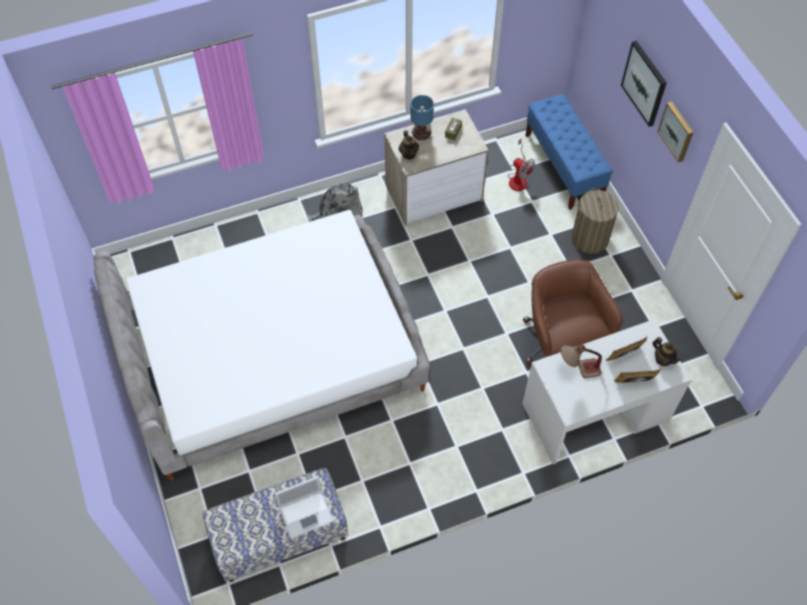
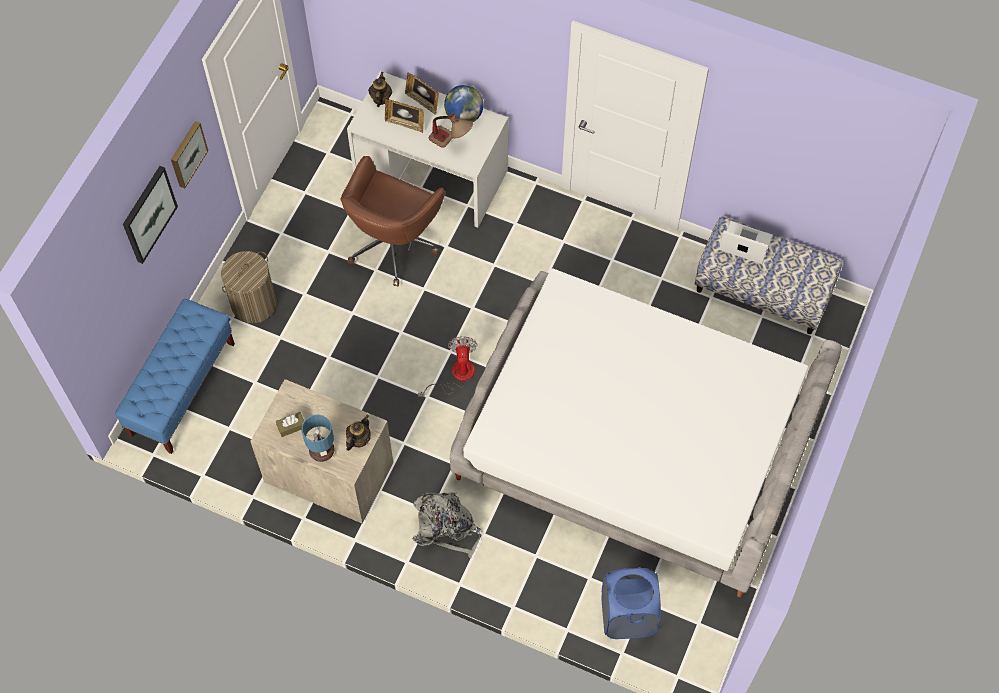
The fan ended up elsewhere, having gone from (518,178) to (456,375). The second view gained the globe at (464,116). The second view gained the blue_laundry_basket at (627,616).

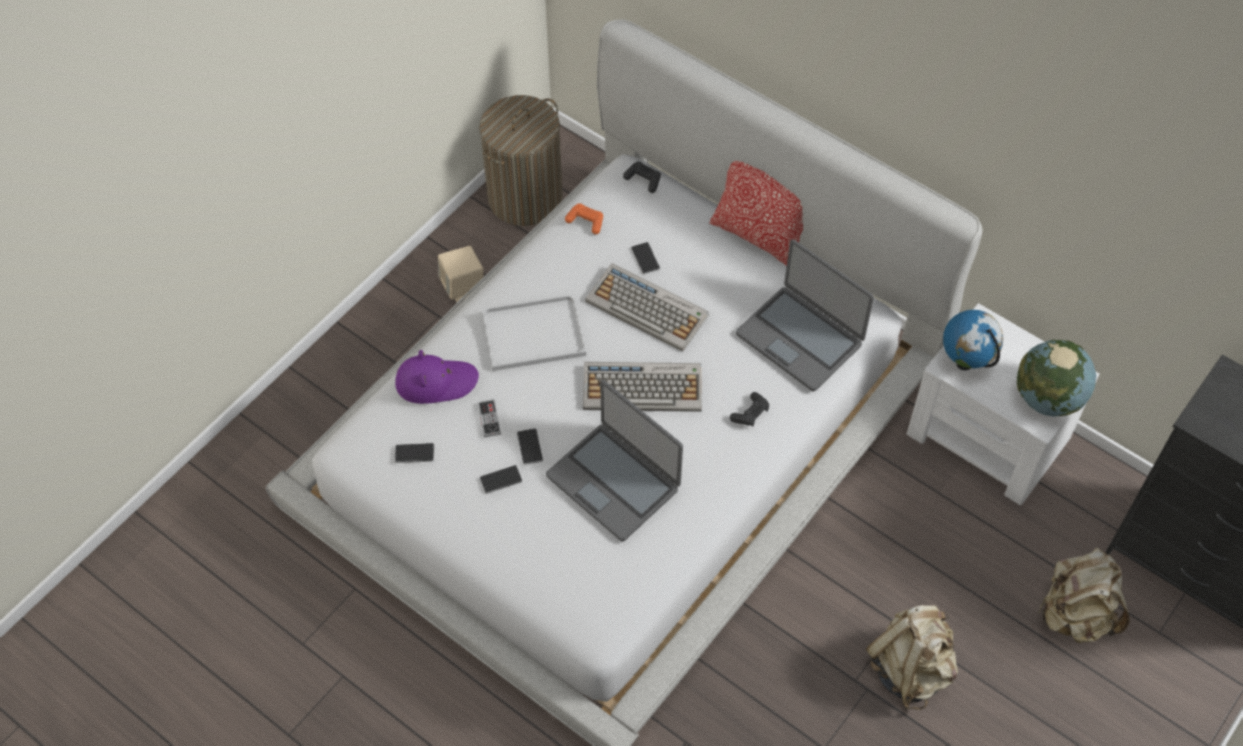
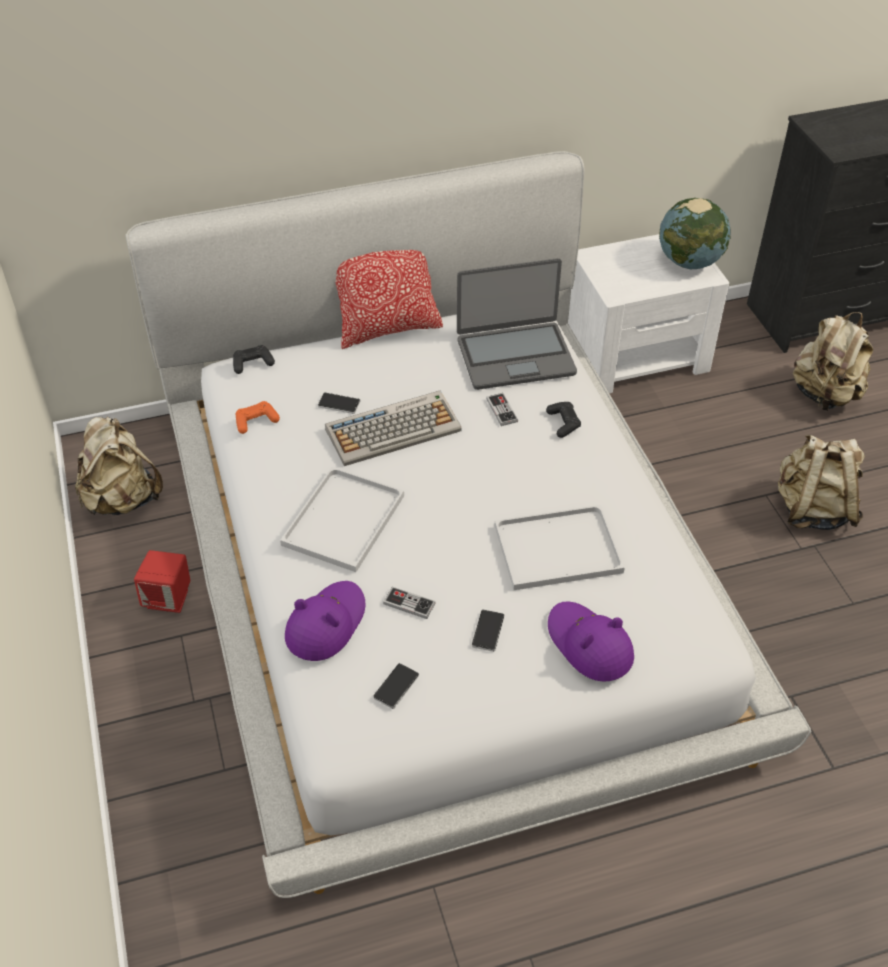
Where the laundry_basket stood at (525,198), the beige_backpack came to stand at (122,499). What was the beige_speaker at (463,287) turned into the red_speaker at (168,598). The second view lost the globe at (965,362). The second view lost the keyboard at (643,387). Where the laptop stood at (614,481), the white_tray came to stand at (559,547). The second view lost the phone at (530,447). The second view gained the game_controller at (502,410). The second view gained the purple_hat at (589,644).

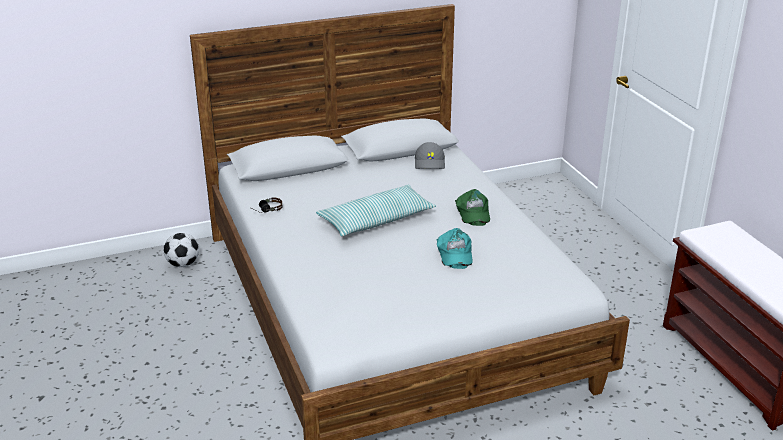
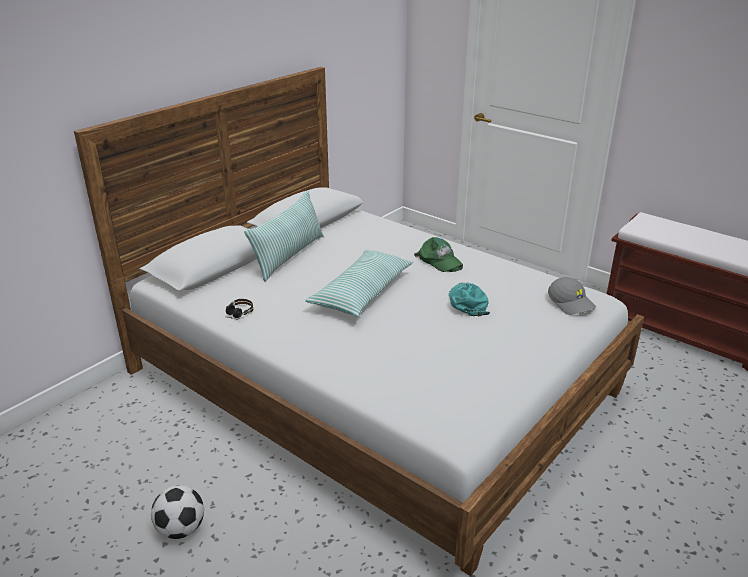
The grey_cap ended up elsewhere, having gone from (430,163) to (571,303). The turquoise_cap at (454,253) ended up facing another way, 150 degrees counterclockwise from before. The football ended up elsewhere, having gone from (183,264) to (181,529). The second view gained the pillow at (289,256).

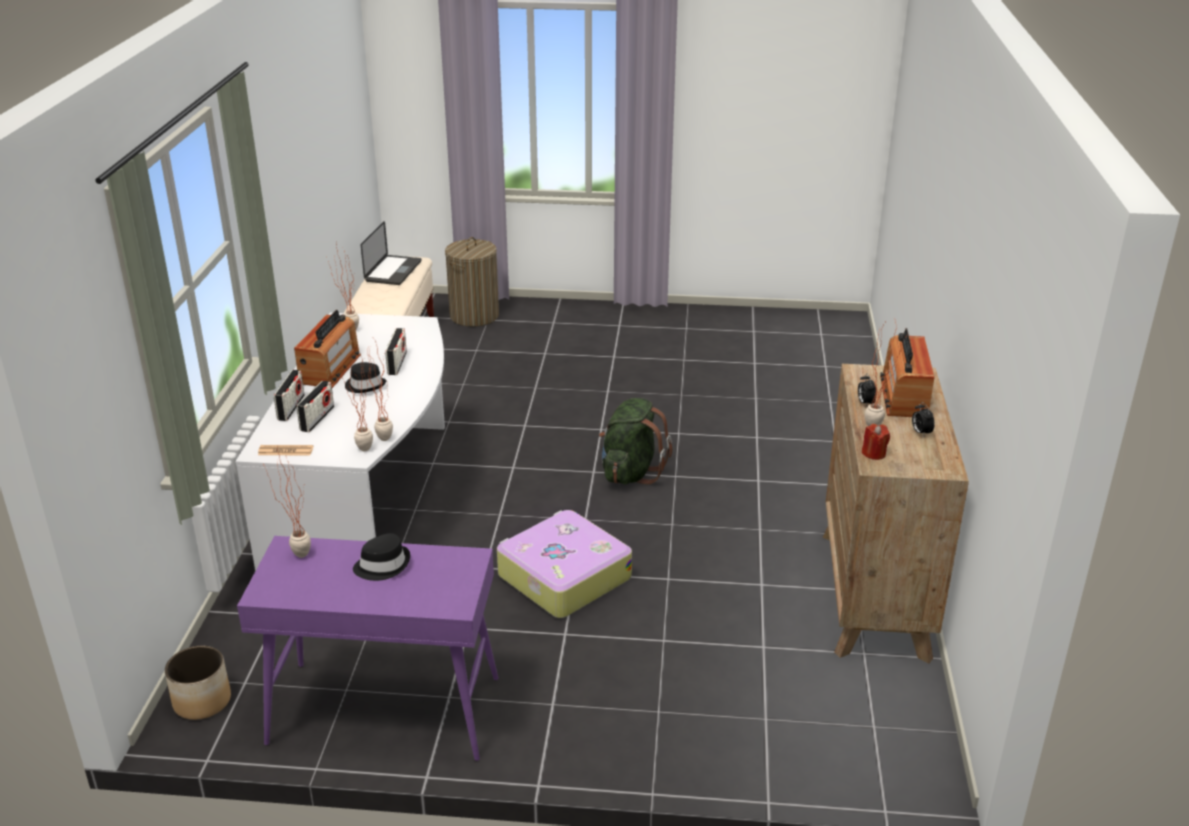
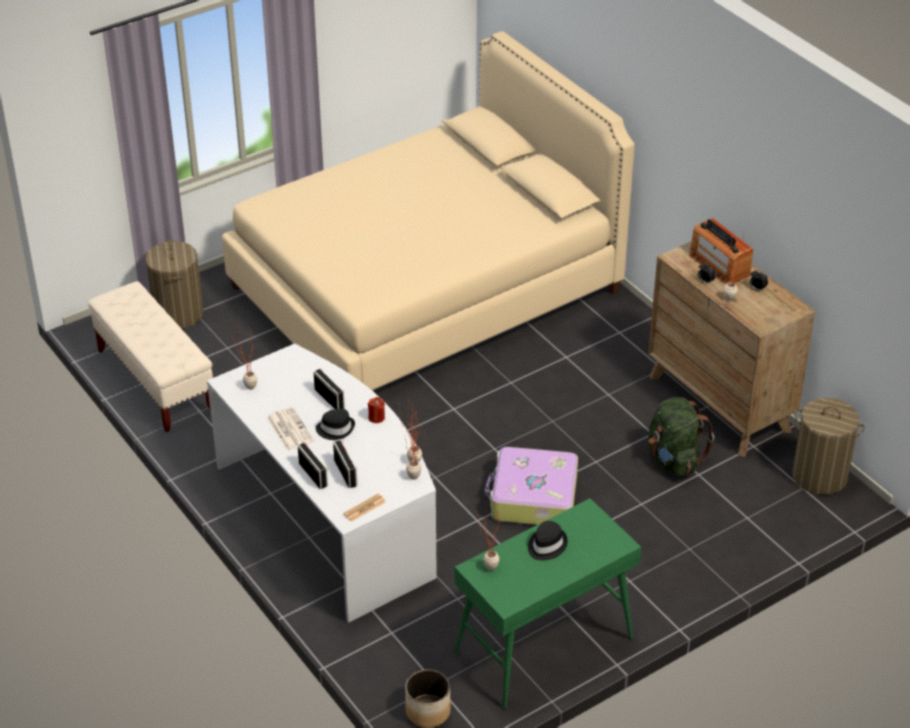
The second view lost the laptop at (393,271). Where the radio stood at (330,369), the newspaper came to stand at (289,429). The green_backpack ended up elsewhere, having gone from (630,472) to (674,459). The red_candle ended up elsewhere, having gone from (874,453) to (376,417). What was the purple_console_table at (383,711) turned into the green_console_table at (543,646). The second view gained the beige_bed at (425,289). The second view gained the laundry_basket at (819,476).

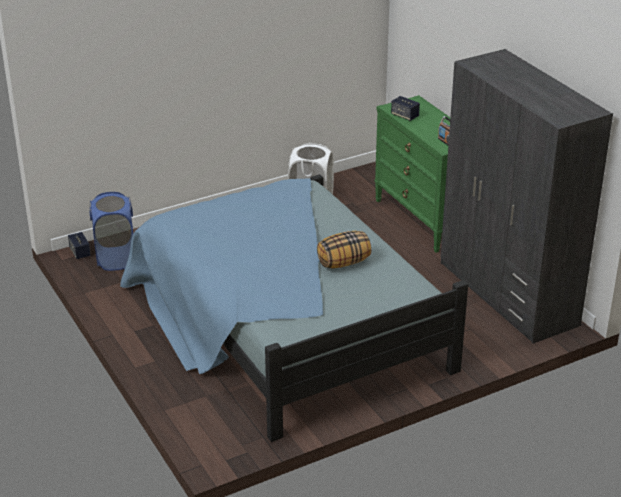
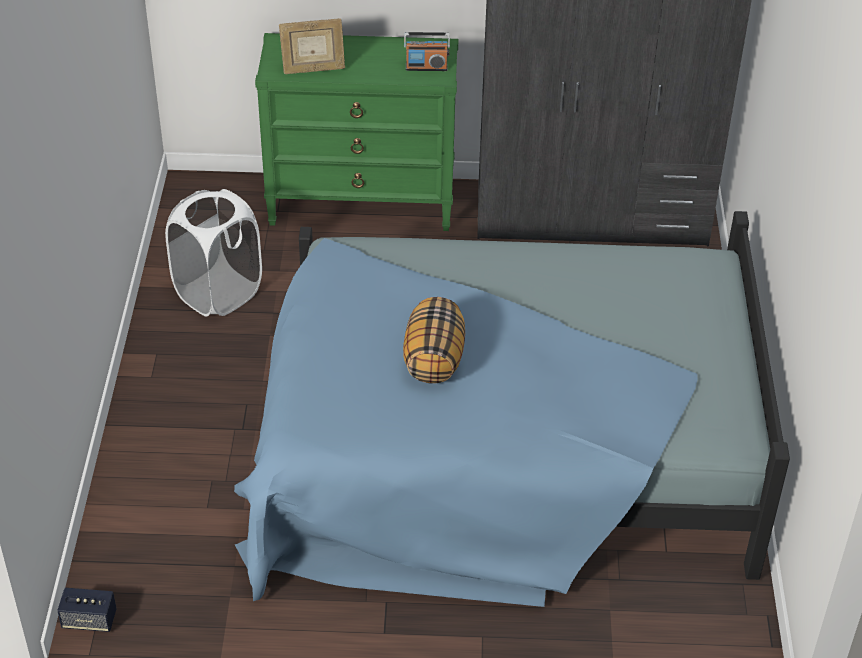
Where the speaker stood at (404,116), the picture_frame came to stand at (313,70). The second view lost the blue_laundry_basket at (116,259). The pillow ended up elsewhere, having gone from (343,262) to (433,359).

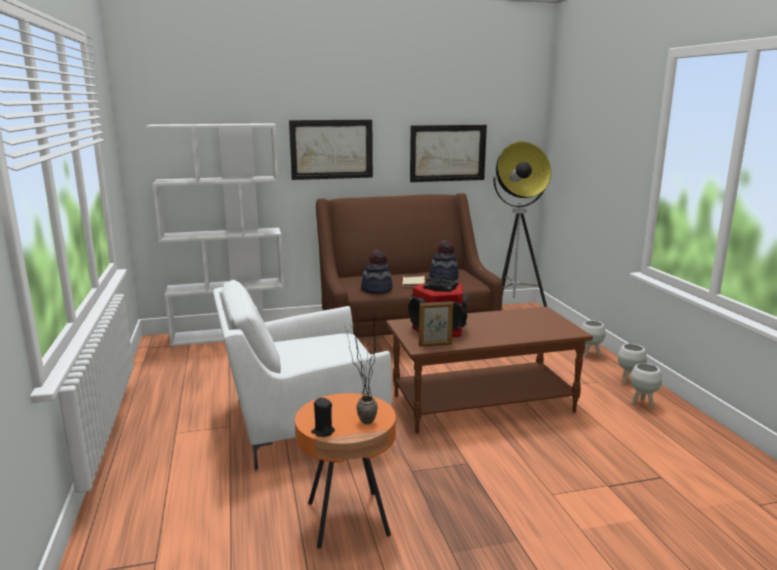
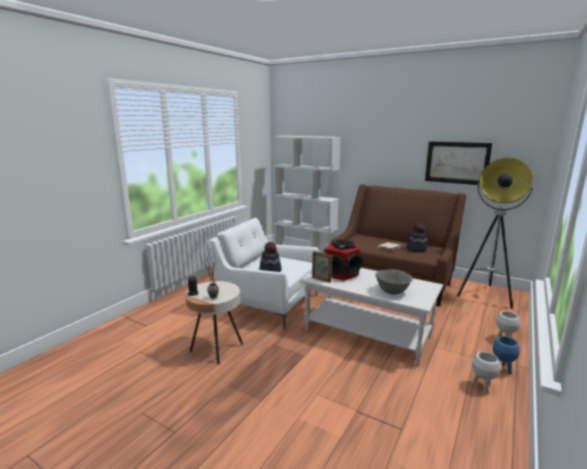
The second view lost the picture at (331,149). The hat ended up elsewhere, having gone from (376,289) to (270,271). What was the brown_coffee_table at (483,403) turned into the white_coffee_table at (368,333). What was the white_planter at (629,381) turned into the blue_planter at (502,369). What was the orange_side_table at (347,519) turned into the beige_side_table at (216,348). The second view gained the grey_bowl at (392,291).

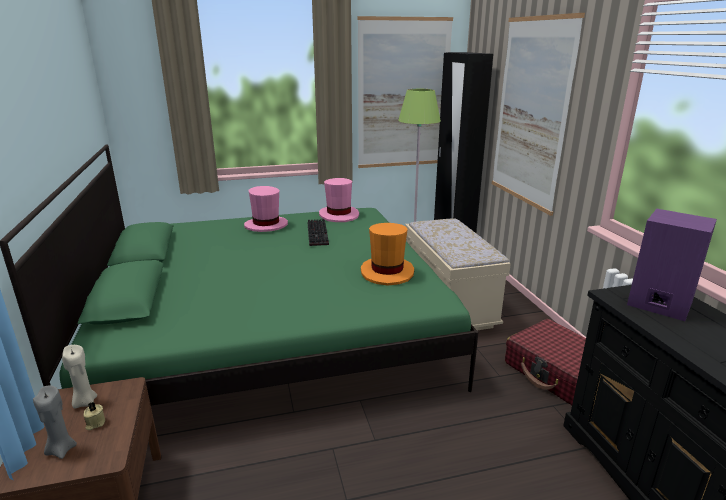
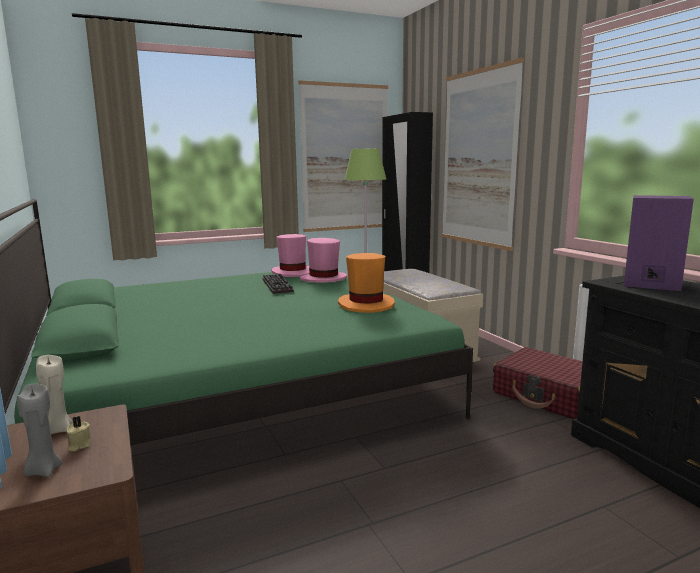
The pink_hat ended up elsewhere, having gone from (266,225) to (323,279).

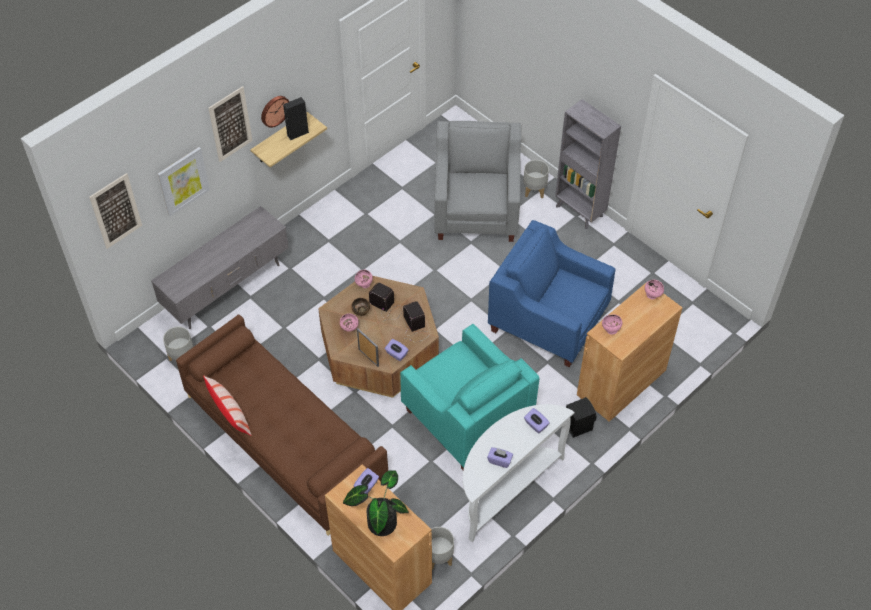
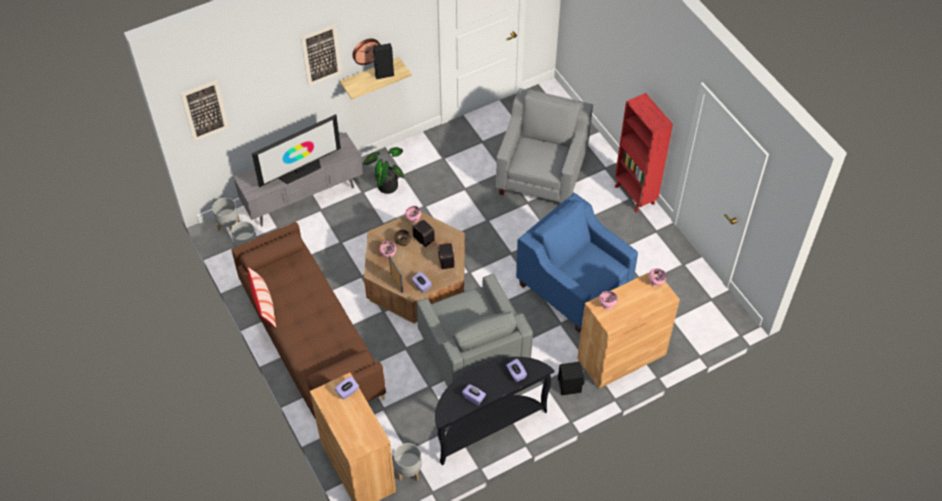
What was the grey_bookcase at (580,211) turned into the red_bookcase at (635,195). The second view lost the picture at (183,181). The grey_planter ended up elsewhere, having gone from (534,190) to (229,226). What was the turquoise_armchair at (466,418) turned into the grey_armchair at (473,356). What was the white_console_table at (505,488) turned into the black_console_table at (487,425). The potted_plant ended up elsewhere, having gone from (379,521) to (386,184). The second view gained the television at (300,170).

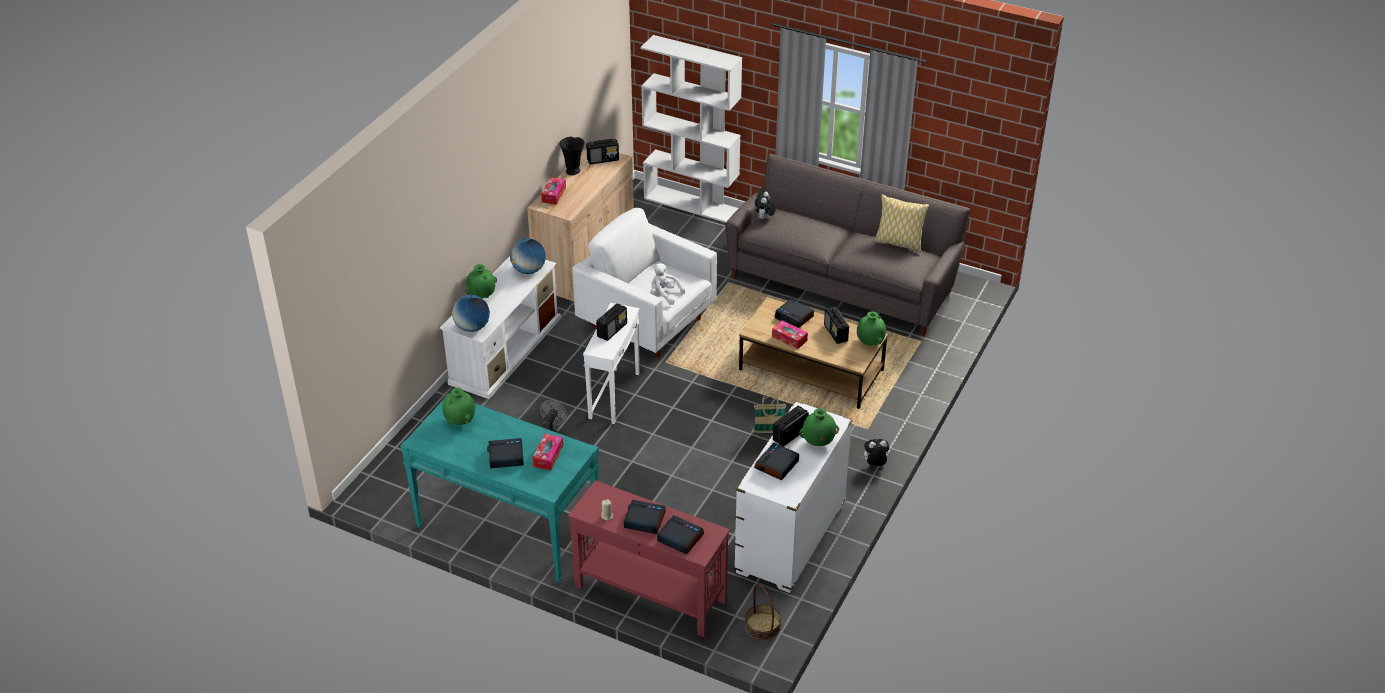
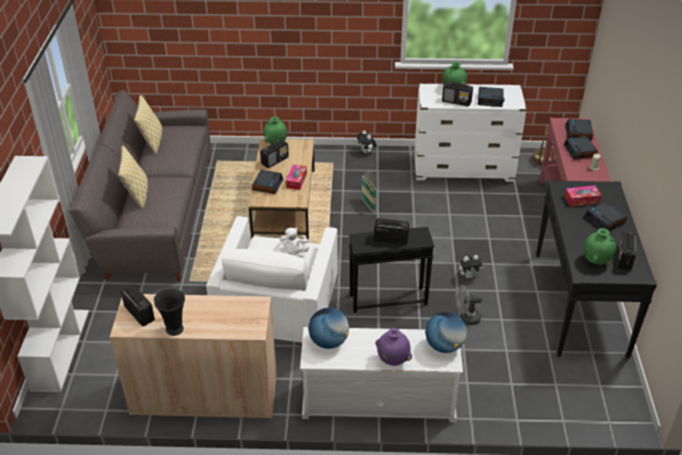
The second view lost the tissue_box at (553,195). The plush_toy ended up elsewhere, having gone from (764,218) to (469,276). What was the green_vase at (482,296) turned into the purple_vase at (392,360). What was the white_side_table at (615,395) turned into the black_side_table at (388,299). What was the turquoise_console_table at (507,528) turned into the black_console_table at (580,304). The second view gained the pillow at (137,195). The second view gained the radio at (624,259).

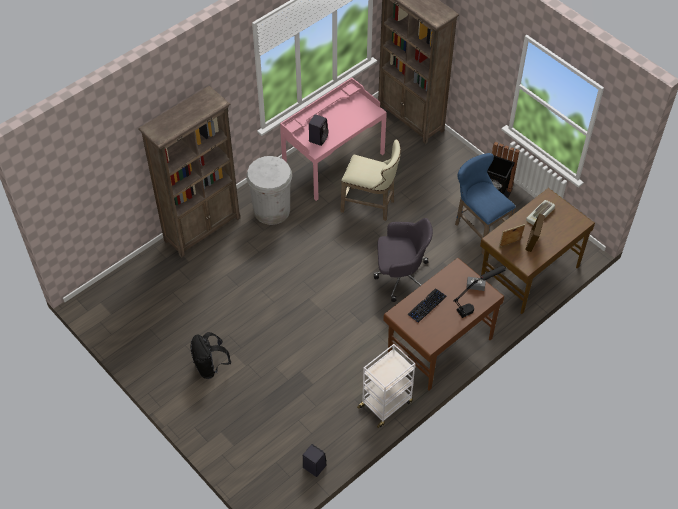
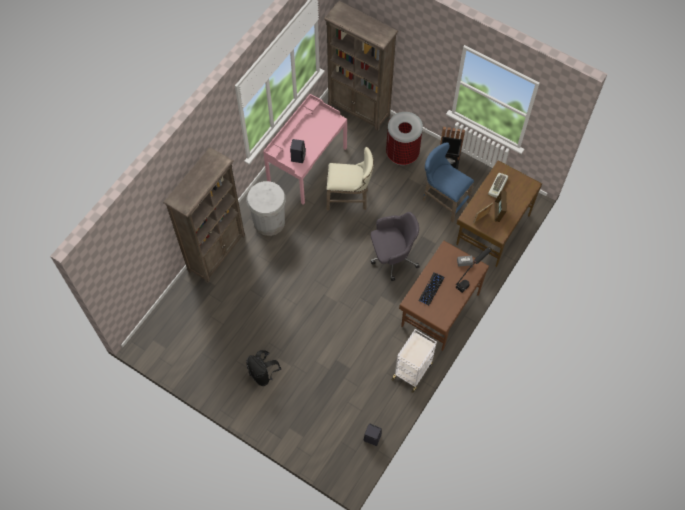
The second view gained the trash_can at (402,154).

